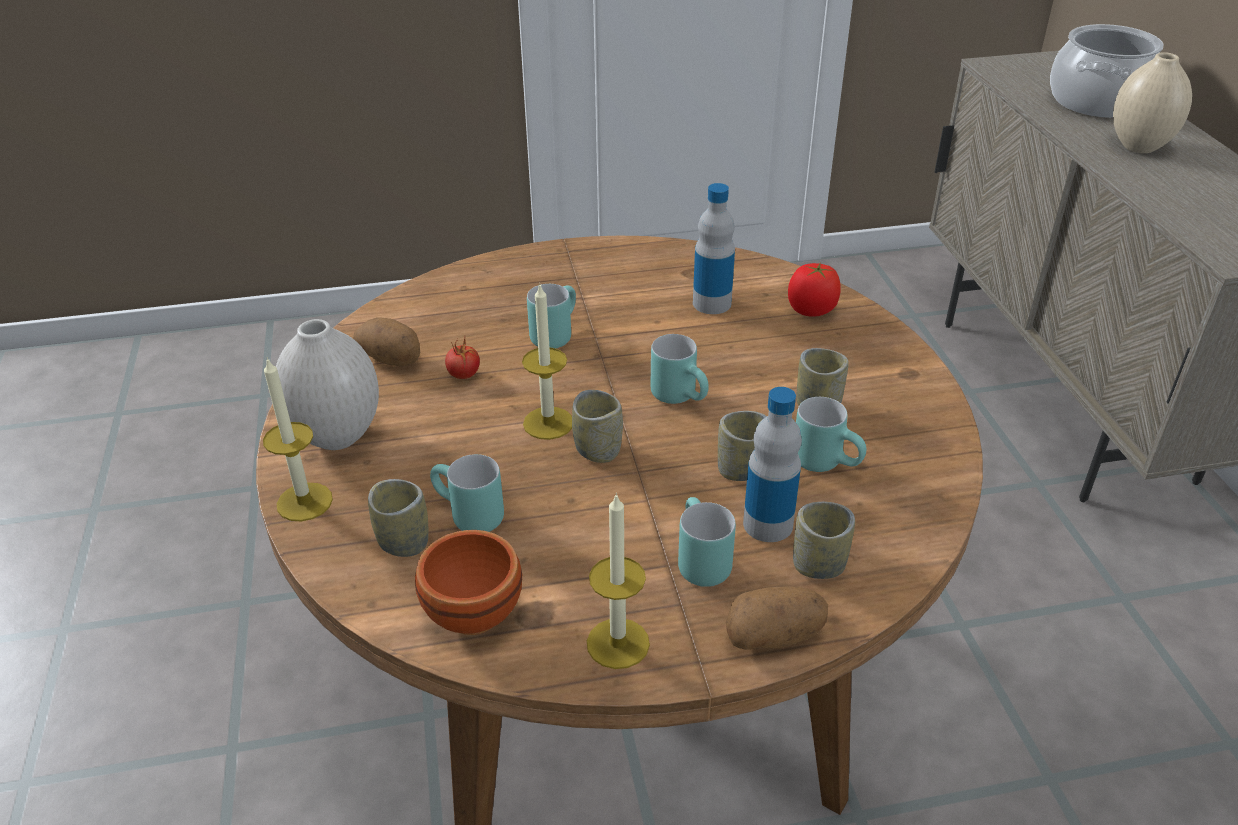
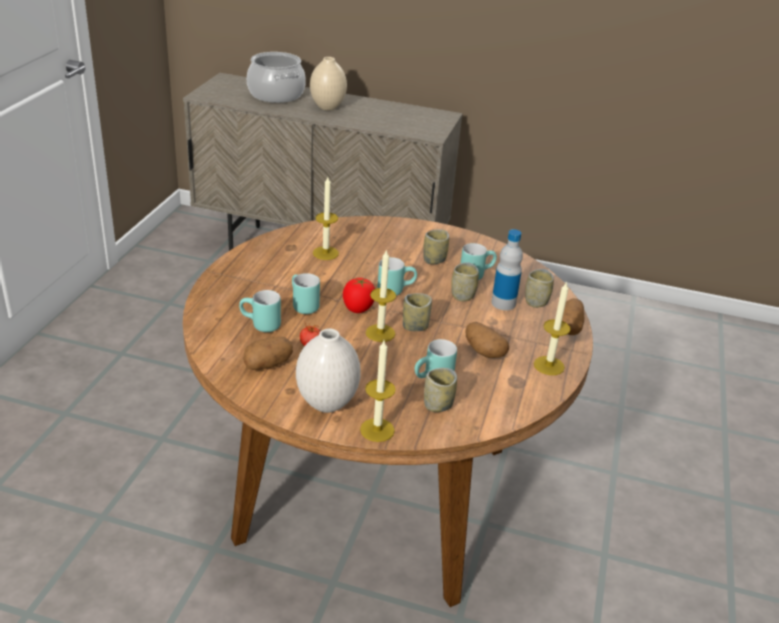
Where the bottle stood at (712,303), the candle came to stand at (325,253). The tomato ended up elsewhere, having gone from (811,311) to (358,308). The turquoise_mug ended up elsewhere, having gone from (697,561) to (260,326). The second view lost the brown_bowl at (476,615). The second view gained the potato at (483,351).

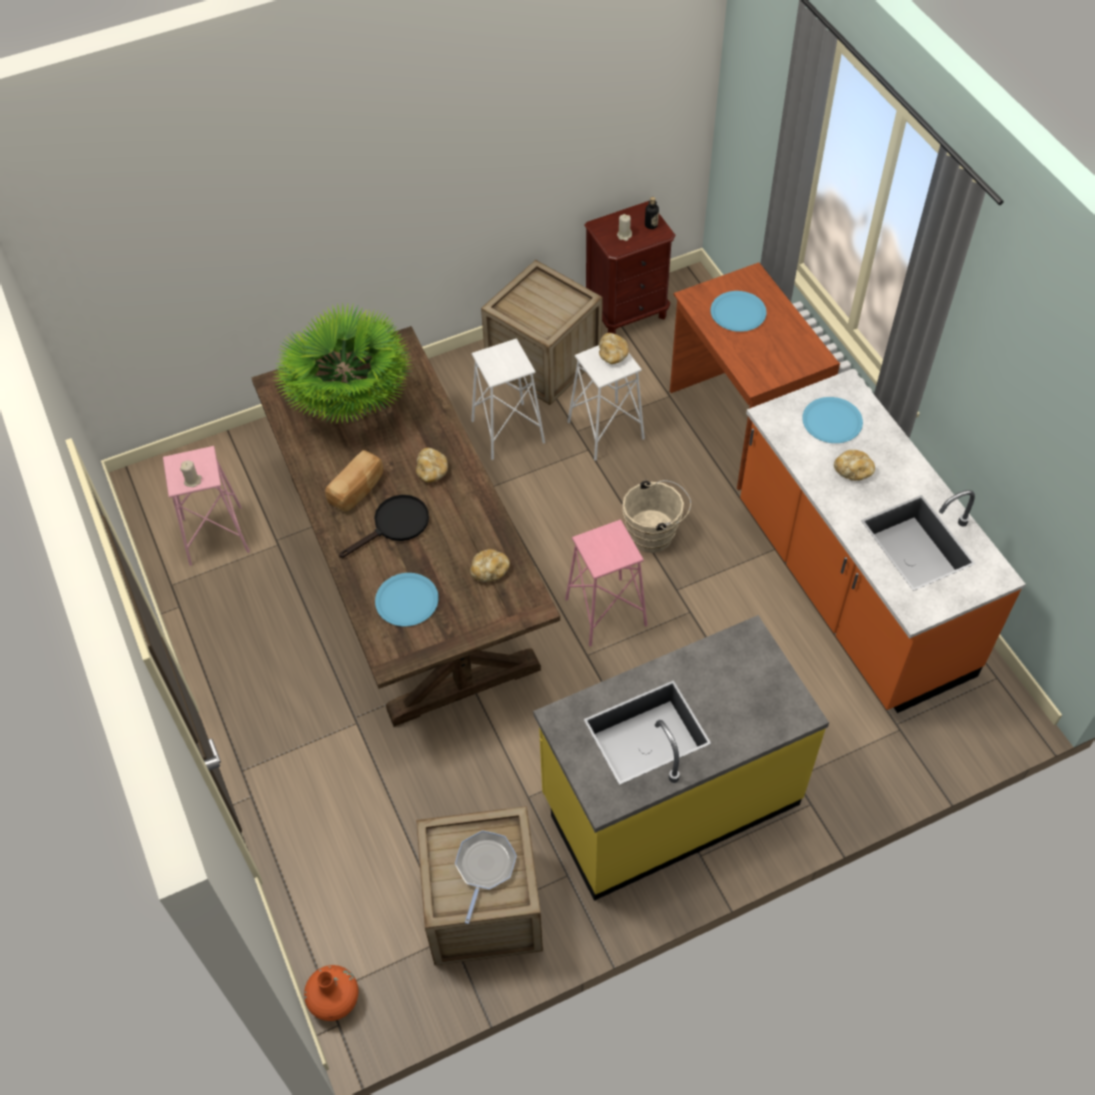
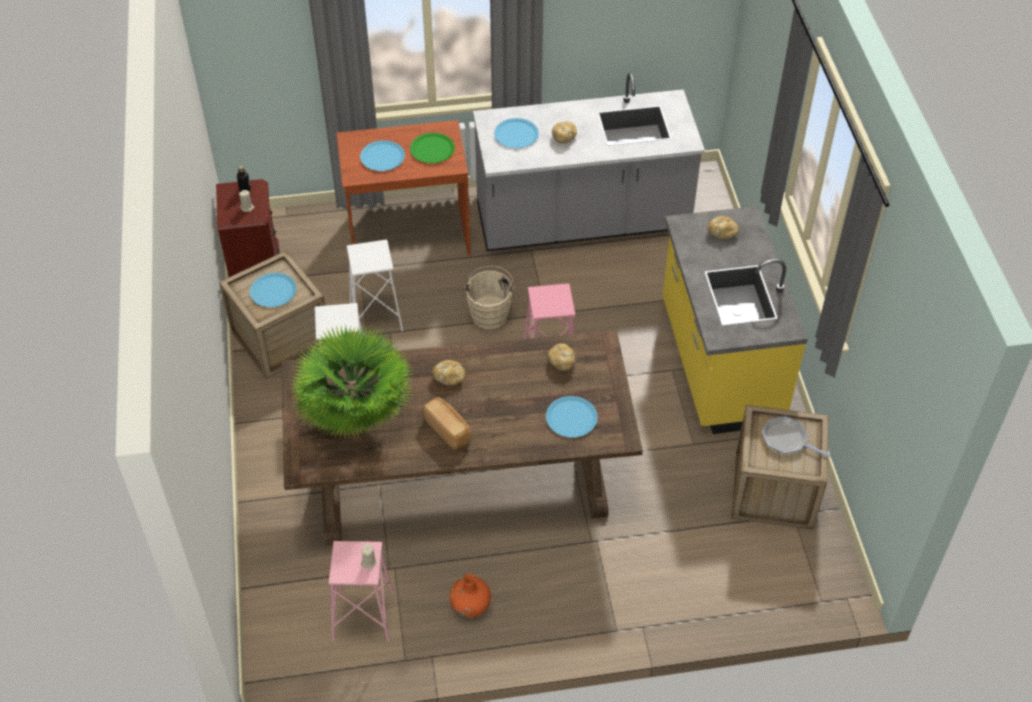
The bread ended up elsewhere, having gone from (613,355) to (722,232). What was the orange_counter at (850,590) turned into the grey_counter at (582,221). The second view lost the black_frying_pan at (395,525). The orange_vase ended up elsewhere, having gone from (334,1000) to (470,605). The second view gained the green_plate at (432,149). The second view gained the blue_plate at (273,291).

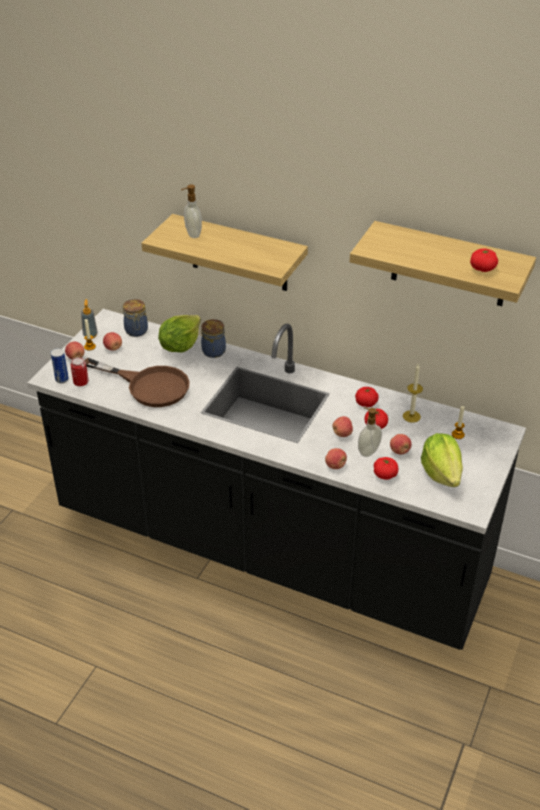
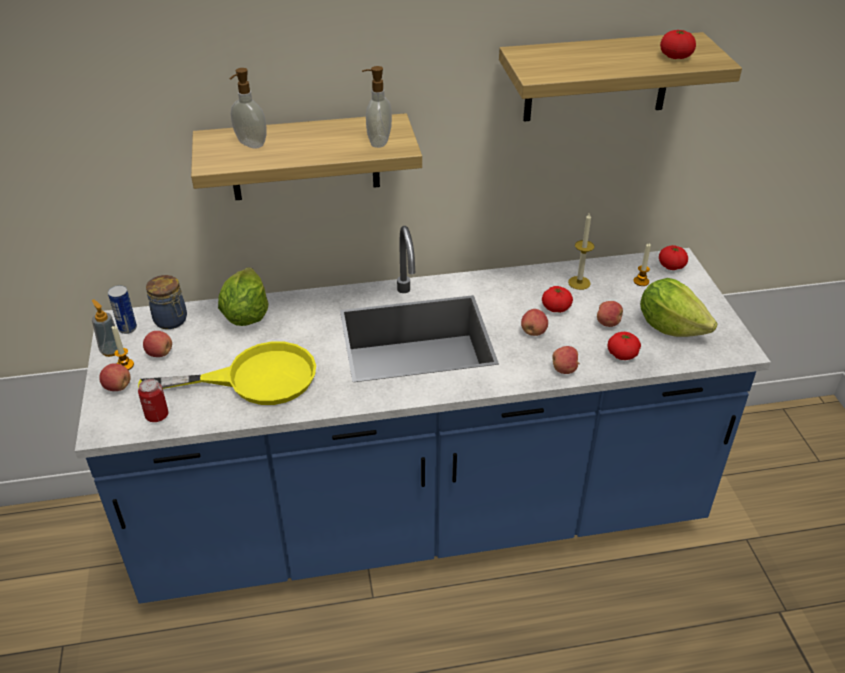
What was the black_counter at (270,548) turned into the blue_counter at (422,518). The second view lost the jar at (214,351). The can ended up elsewhere, having gone from (62,379) to (127,328). What was the brown_frying_pan at (149,385) turned into the yellow_frying_pan at (254,378). The tomato ended up elsewhere, having gone from (366,403) to (671,266). The soap_dispenser ended up elsewhere, having gone from (368,451) to (378,142).

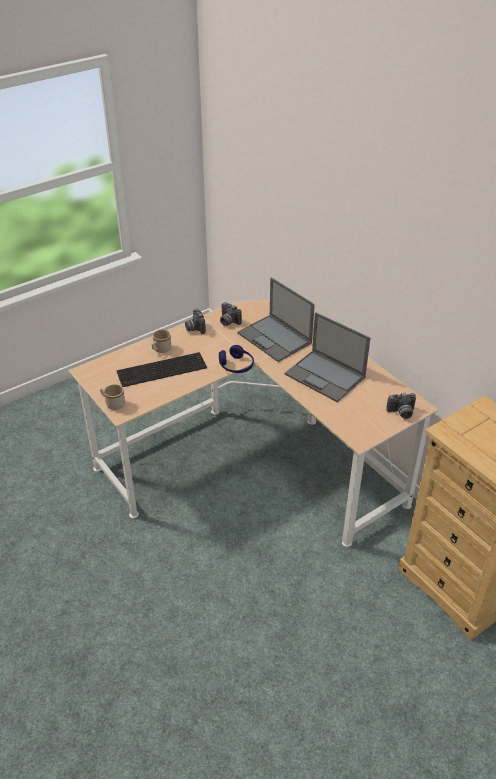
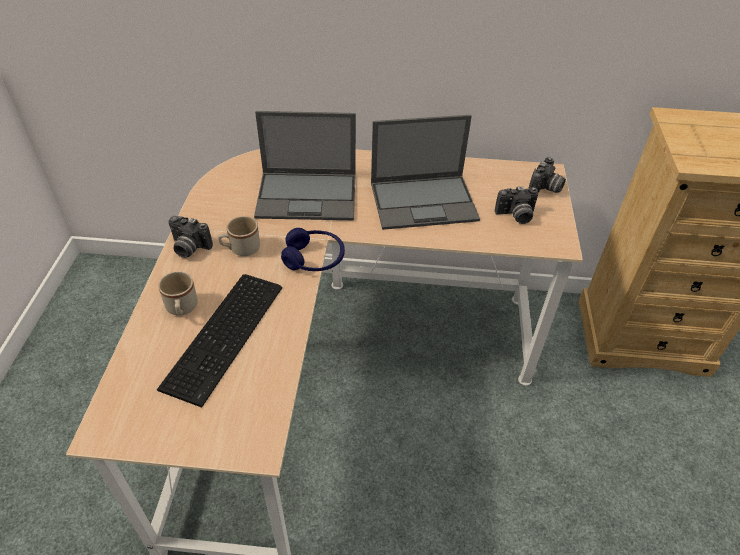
The photo_camera ended up elsewhere, having gone from (228,322) to (516,216). The beige_mug ended up elsewhere, having gone from (113,403) to (241,249).

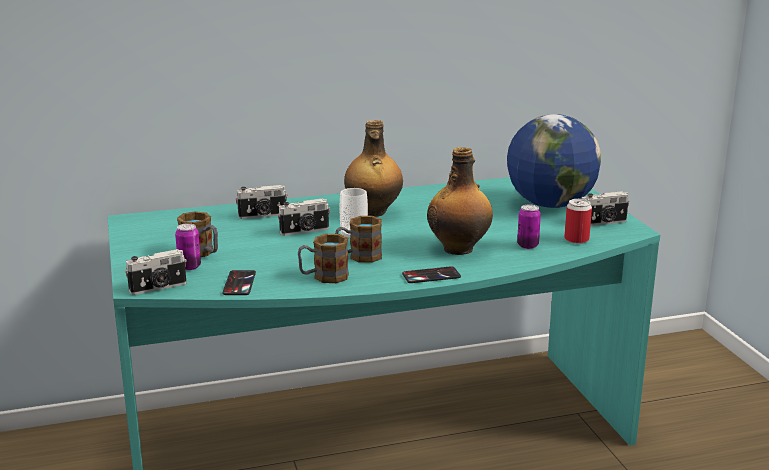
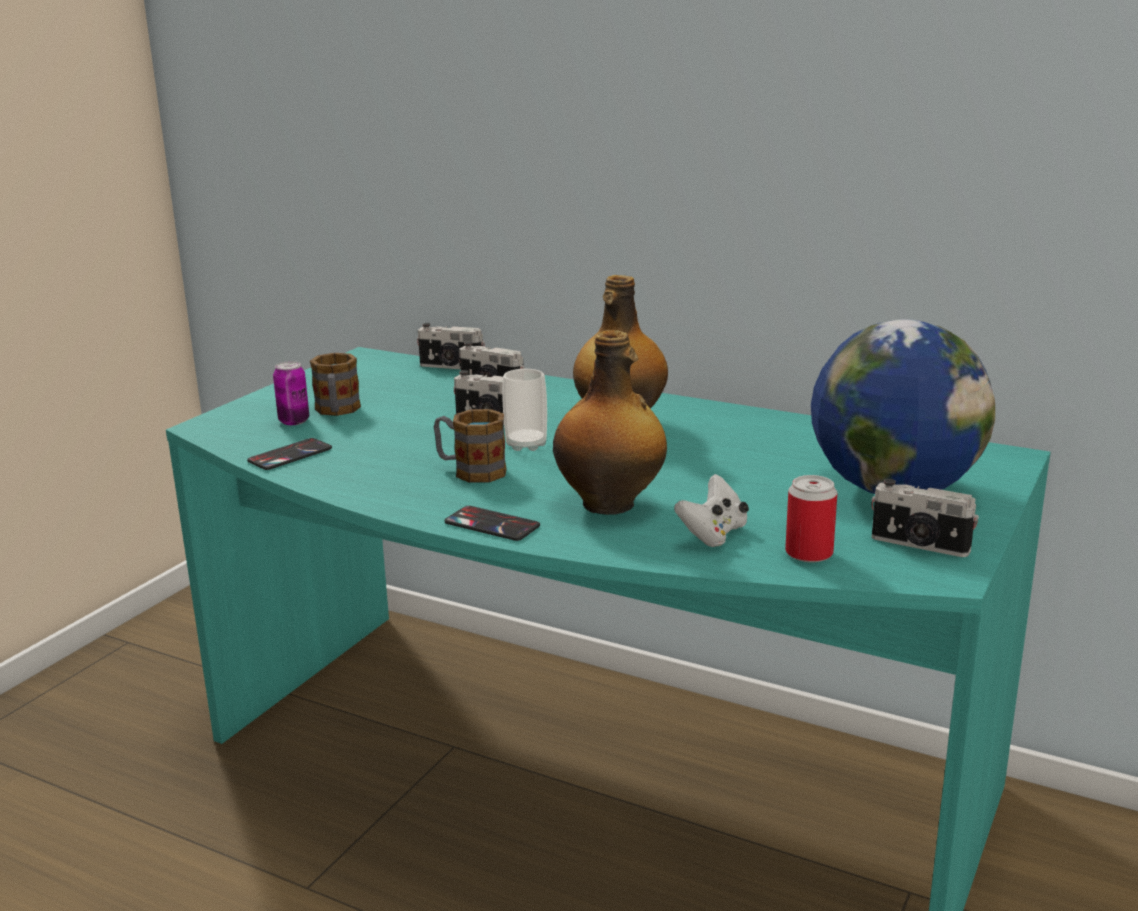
Where the can stood at (527,245), the white_game_controller came to stand at (713,534). The second view lost the mug at (323,277). The photo_camera ended up elsewhere, having gone from (158,288) to (451,367).

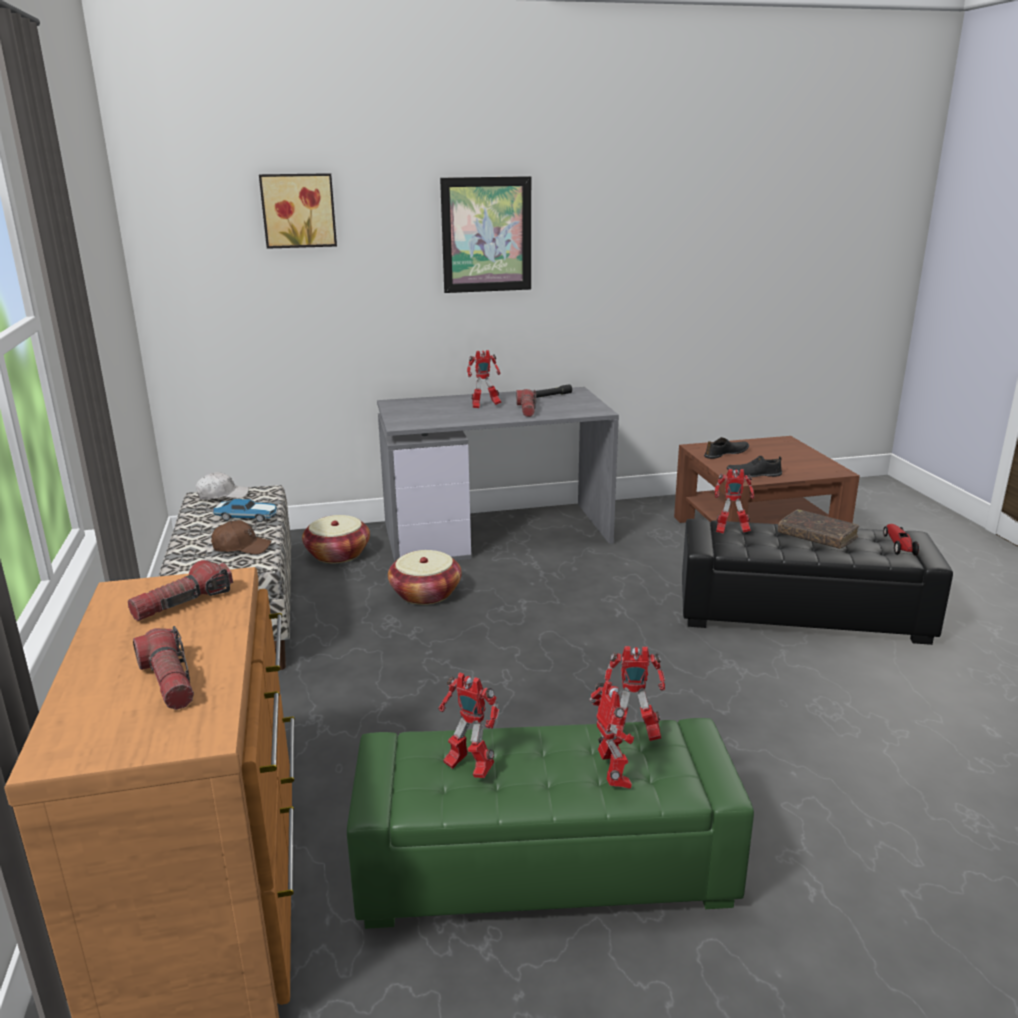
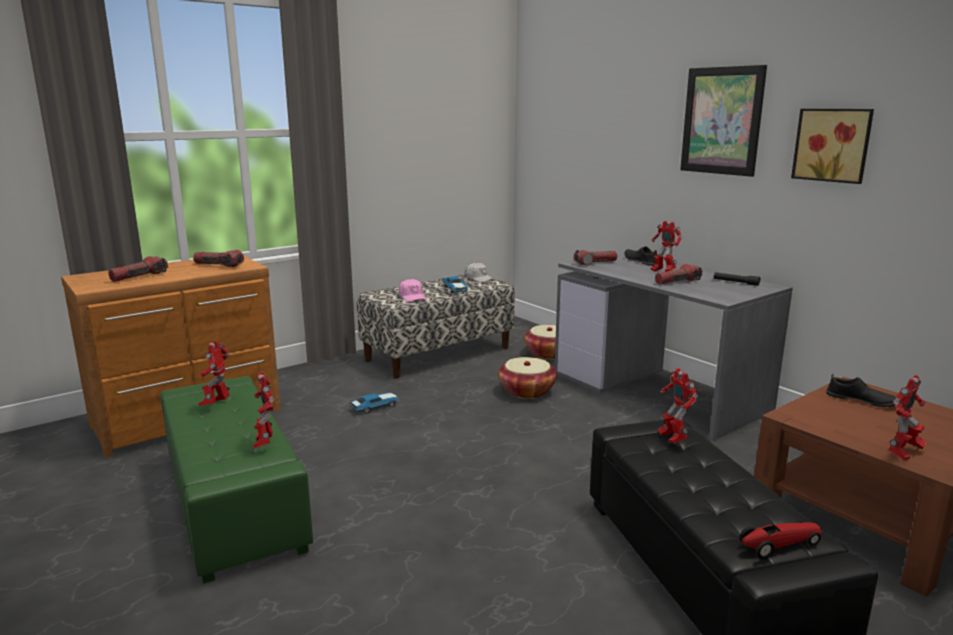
The picture ended up elsewhere, having gone from (298,210) to (833,145). The black_shoe ended up elsewhere, having gone from (753,474) to (640,261). The second view lost the brown_book at (817,537). What was the brown_cap at (241,547) turned into the pink_cap at (412,297). The toy_robot ended up elsewhere, having gone from (613,775) to (903,453). The second view gained the flashlight at (595,263). The second view gained the toy_car at (375,407).

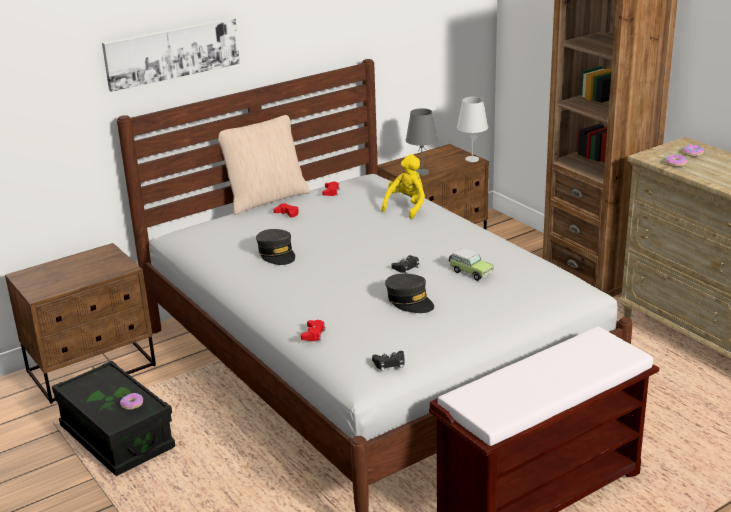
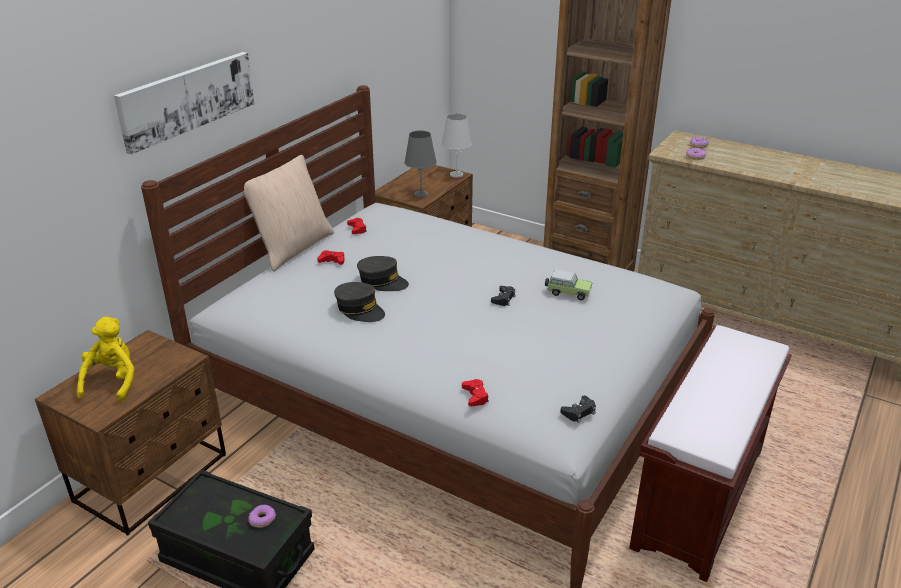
The yellow_plush_toy ended up elsewhere, having gone from (406,207) to (113,381). The grey_cap ended up elsewhere, having gone from (409,301) to (382,281).

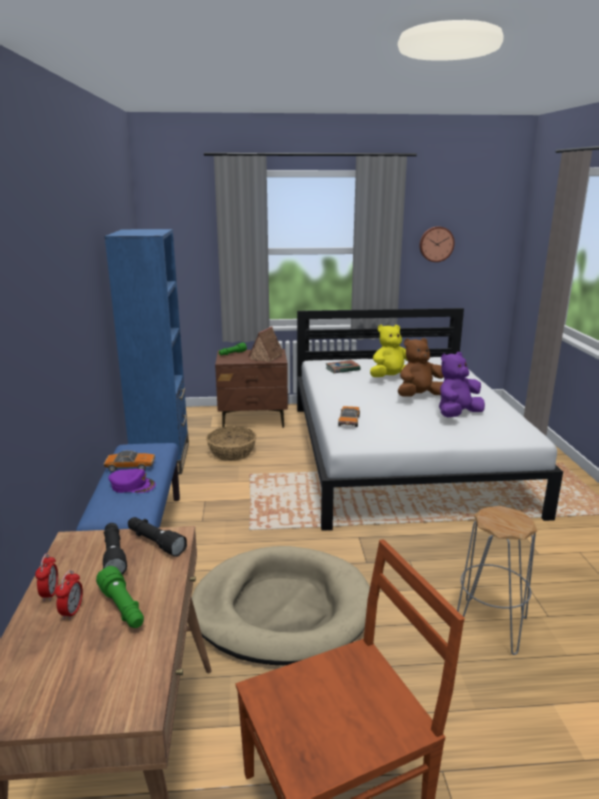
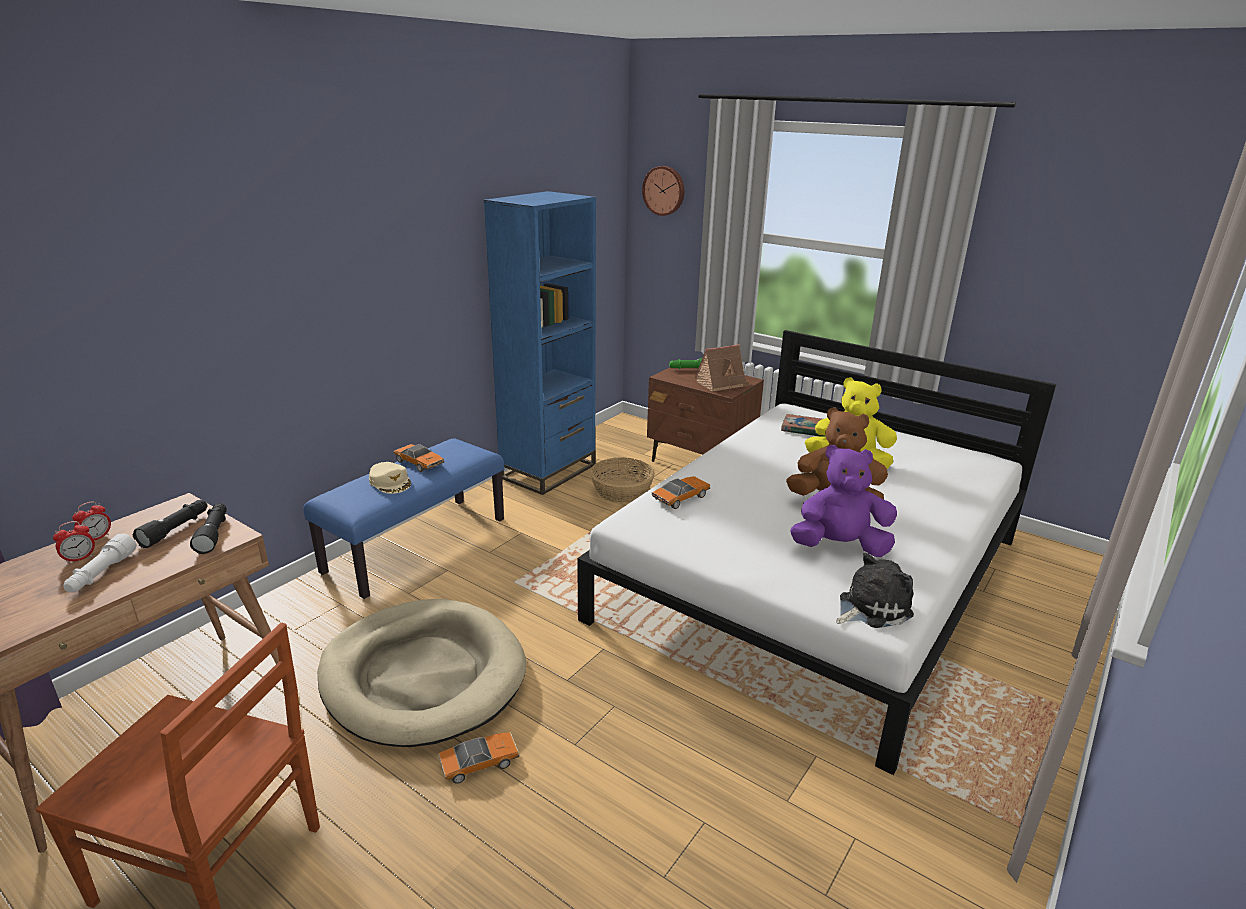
The wall_clock ended up elsewhere, having gone from (436,244) to (664,190). What was the purple_cap at (132,485) turned into the beige_cap at (390,482). The second view lost the grey_stool at (489,625). What was the green_flashlight at (123,608) turned into the white_flashlight at (101,574). The second view gained the plush_toy at (871,608). The second view gained the toy_car at (479,762).

